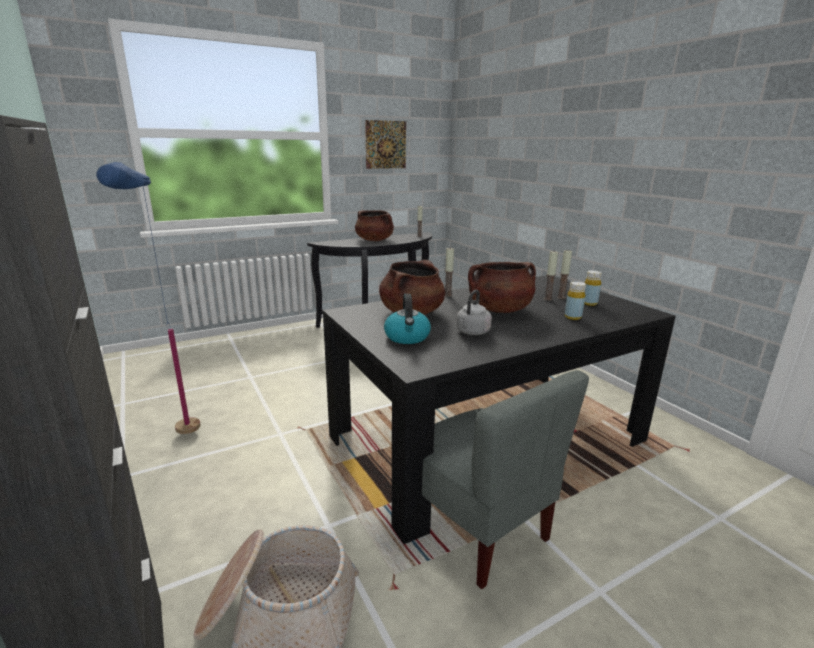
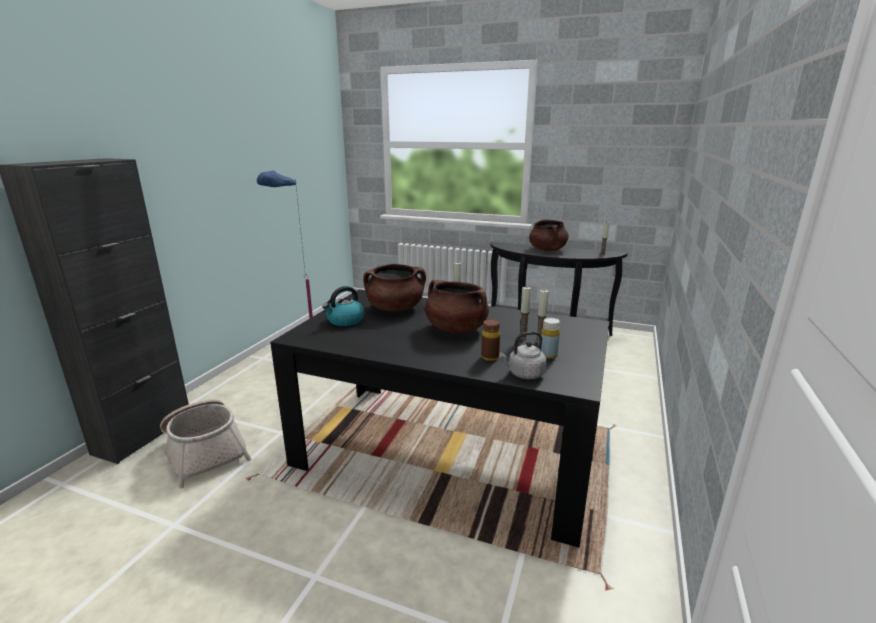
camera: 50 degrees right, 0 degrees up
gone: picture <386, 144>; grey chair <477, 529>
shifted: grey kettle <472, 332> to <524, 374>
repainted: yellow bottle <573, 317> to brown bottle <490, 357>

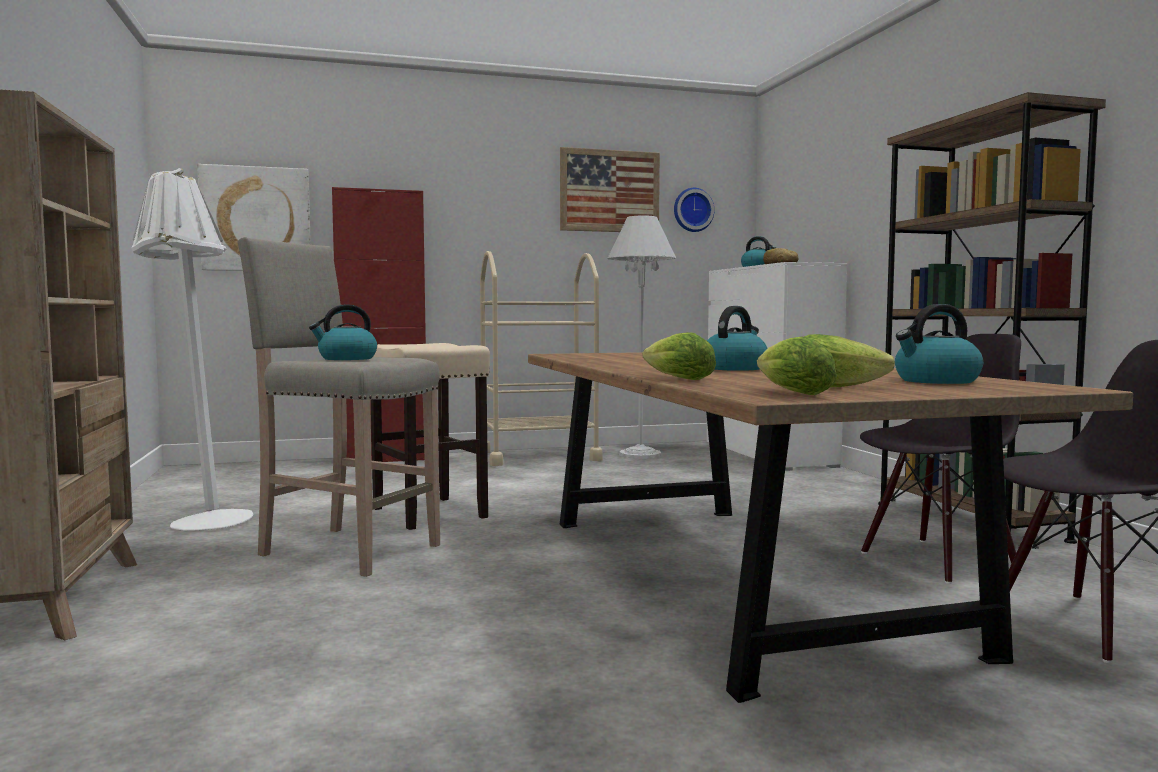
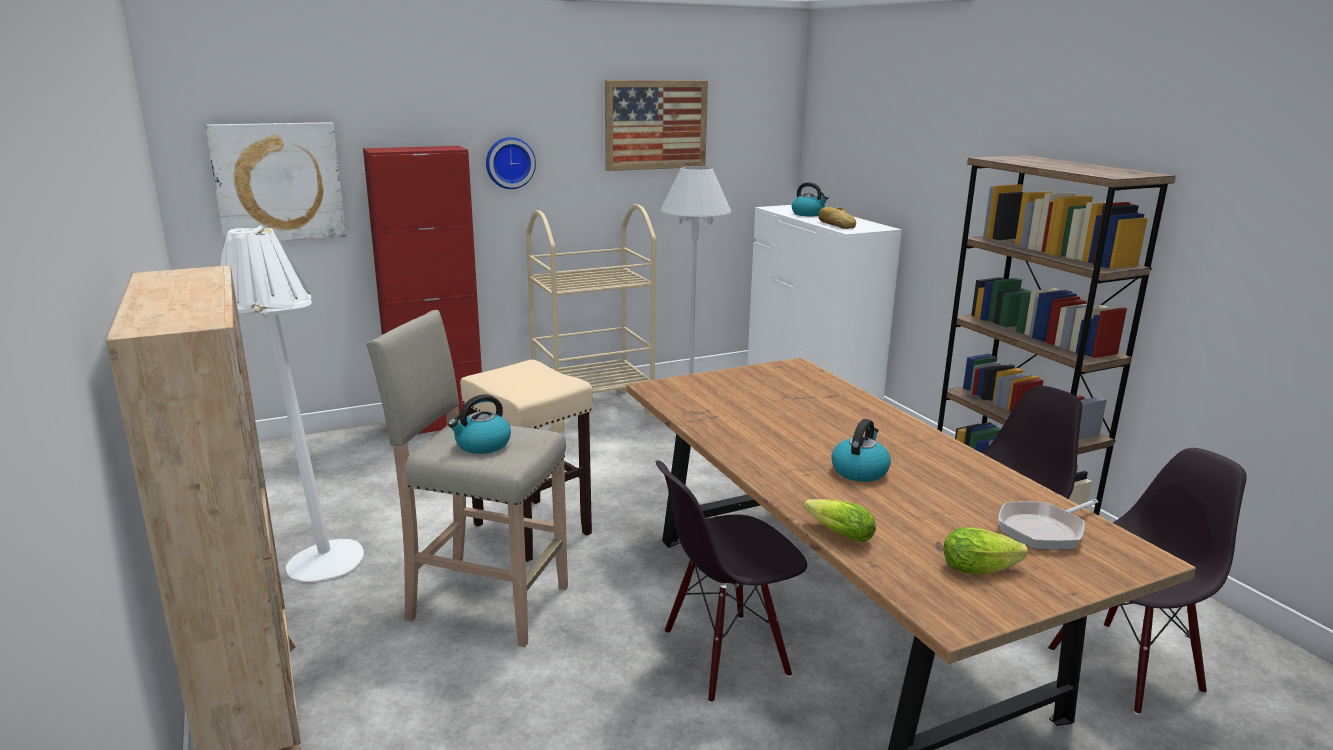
camera: 10 degrees left, 15 degrees up
gone: lettuce <789, 392>
new: black chair <725, 655>
shifted: wall clock <692, 210> to <509, 162>
swapped: kettle <936, 381> to frying pan <1044, 530>

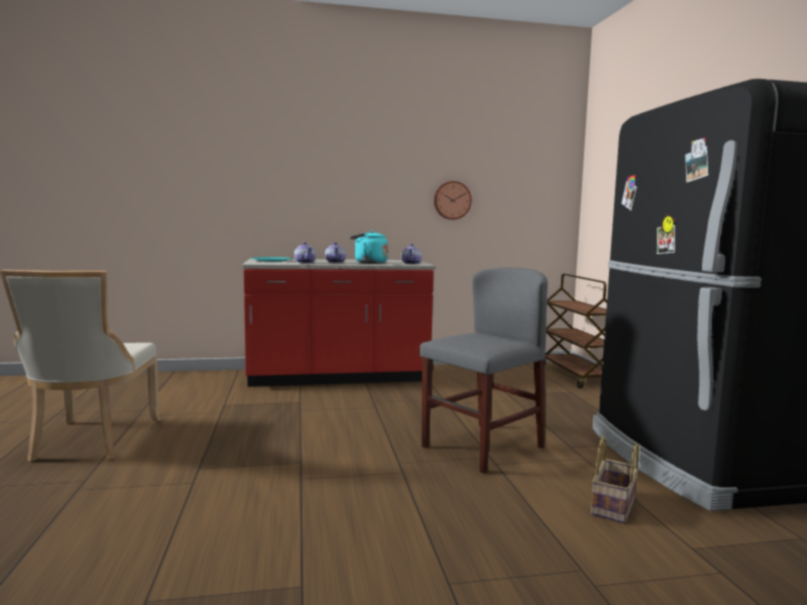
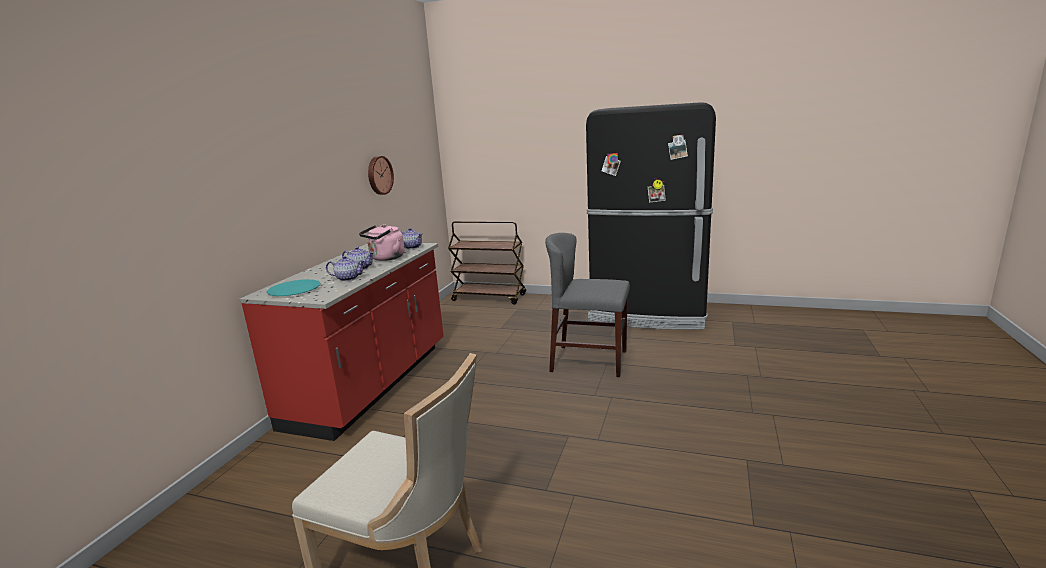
camera: 60 degrees left, 10 degrees up
gone: basket <614, 507>
repainted: turquoise kettle <368, 263> to pink kettle <385, 258>
rotated: grey chair <482, 447> = <589, 361> 60 degrees counterclockwise

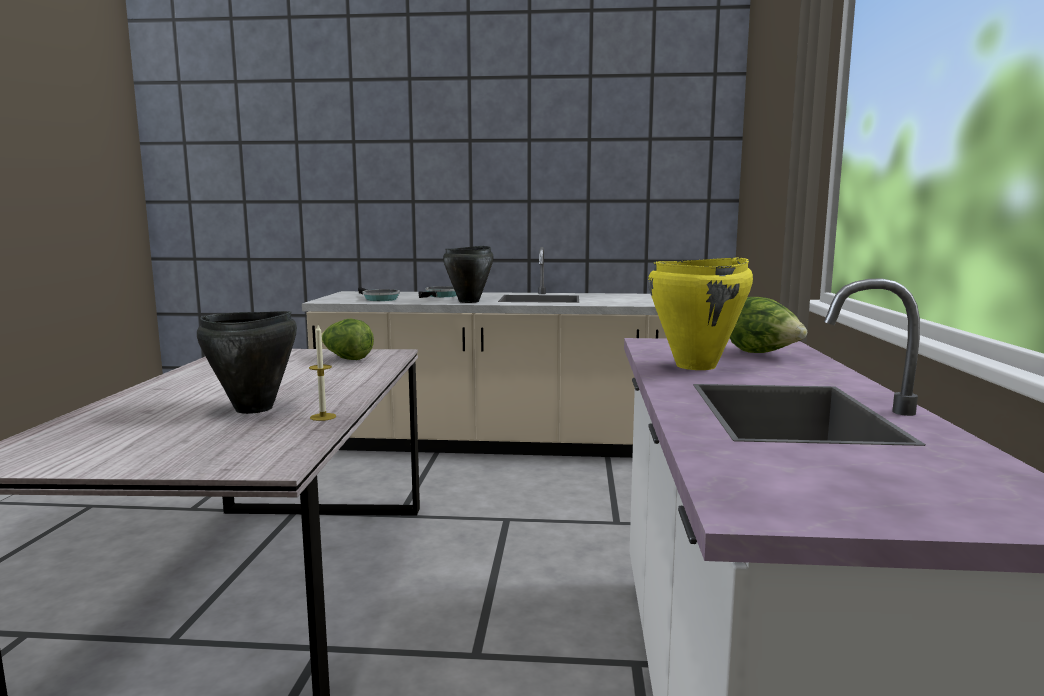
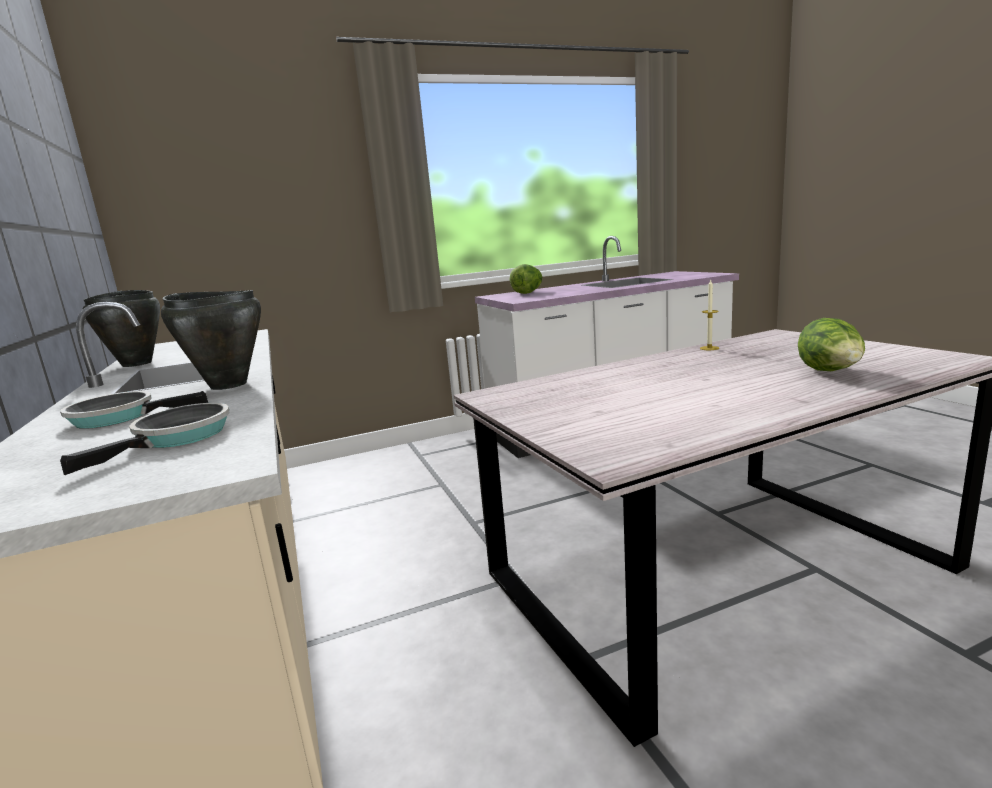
camera: 115 degrees left, 5 degrees up
gone: yellow cooking pot <697, 366>
shifted: black cooking pot <254, 409> to <137, 363>; lettuce <346, 359> to <830, 372>

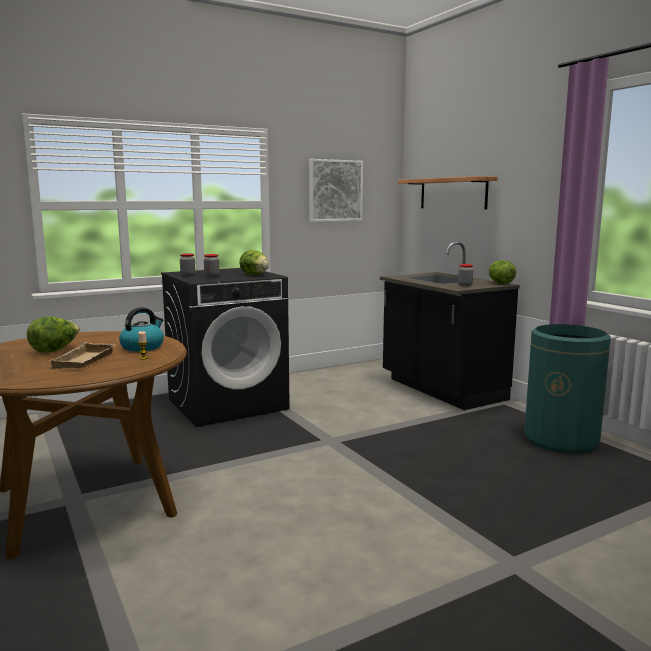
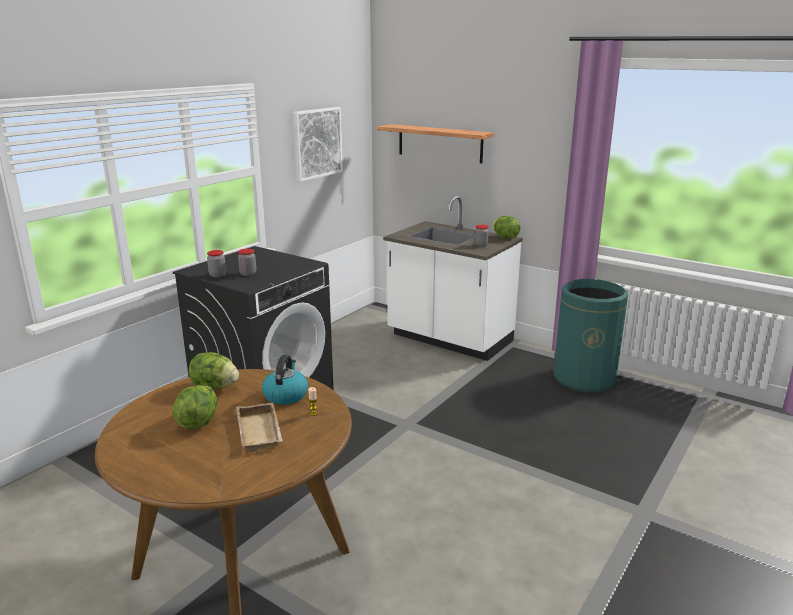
camera: 25 degrees left, 10 degrees up
shifted: lettuce <254, 275> to <215, 387>
repainted: black counter <441, 390> to white counter <449, 339>

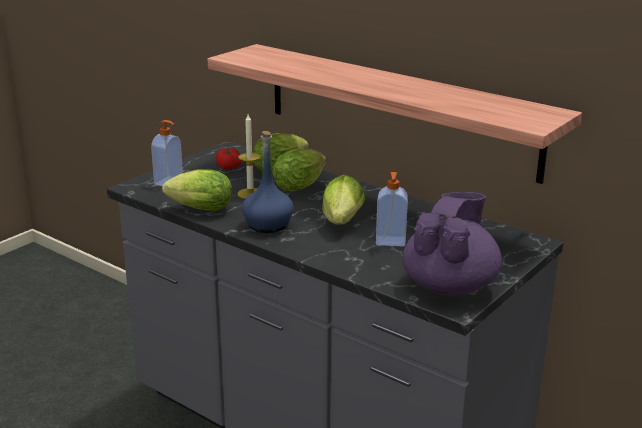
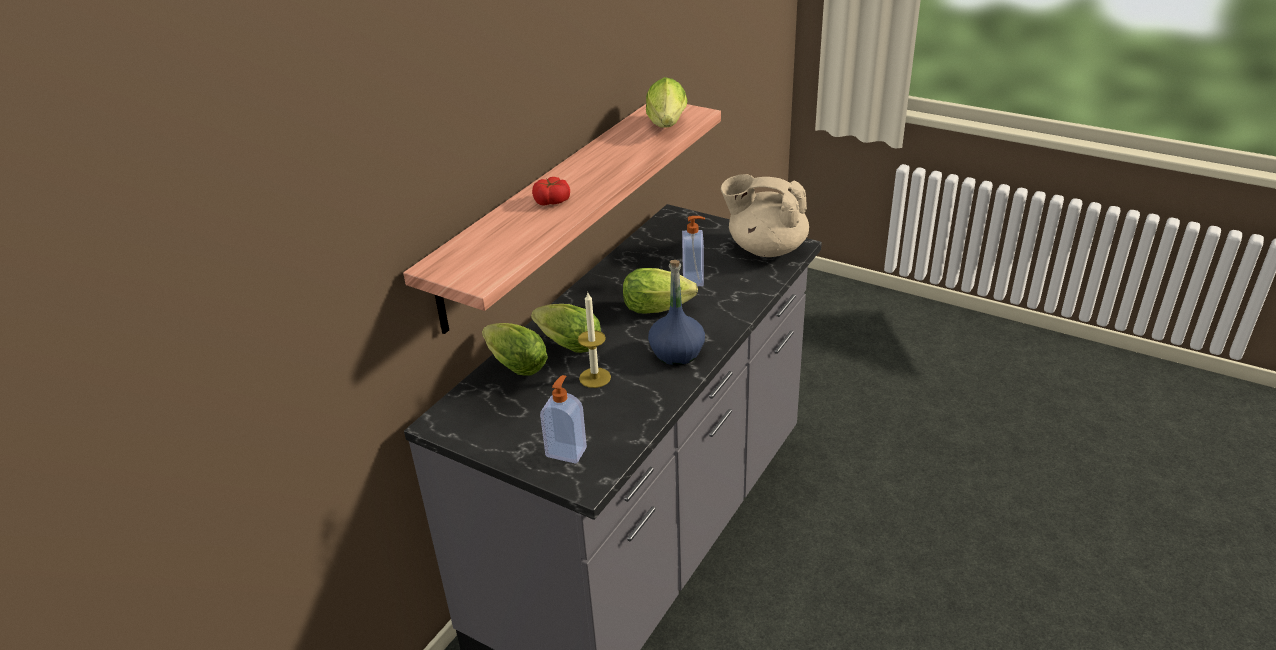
camera: 95 degrees left, 10 degrees up
shifted: tomato <228, 166> to <552, 201>; lettuce <197, 209> to <667, 127>
repainted: purple teapot <450, 285> to beige teapot <765, 248>

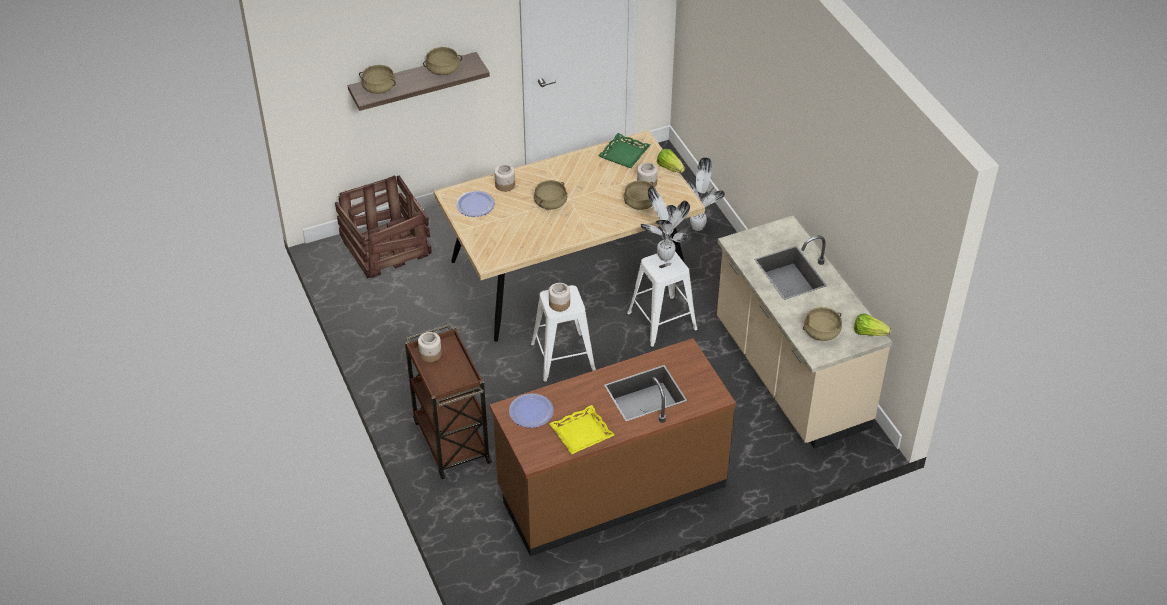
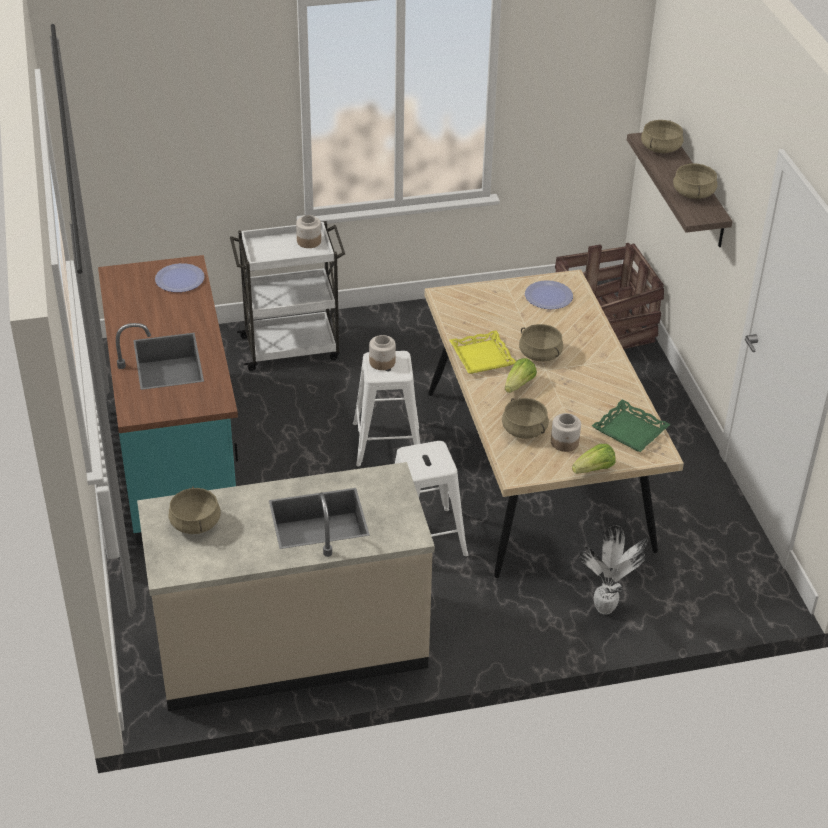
camera: 100 degrees right, 5 degrees down
gone: jar <505, 185>; potted plant <664, 256>
shifted: lettuce <869, 332> to <519, 385>; yellow tray <581, 434> to <481, 357>
repainted: brown cart <451, 440> to white cart <292, 347>; brown counter <611, 488> to turquoise counter <177, 453>

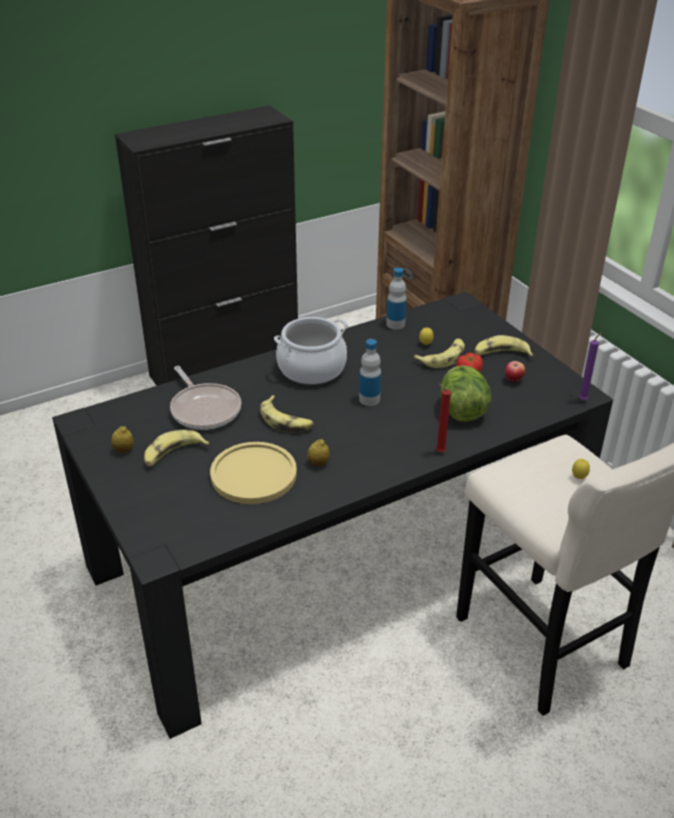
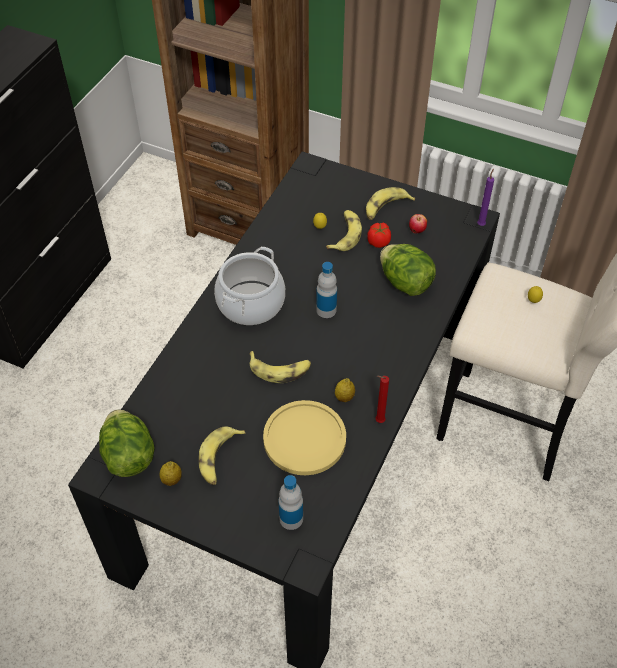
camera: 35 degrees left, 15 degrees up
gone: frying pan <204, 409>
new: lettuce <129, 456>
shifted: bottle <395, 324> to <291, 518>; red candle <439, 451> to <378, 421>

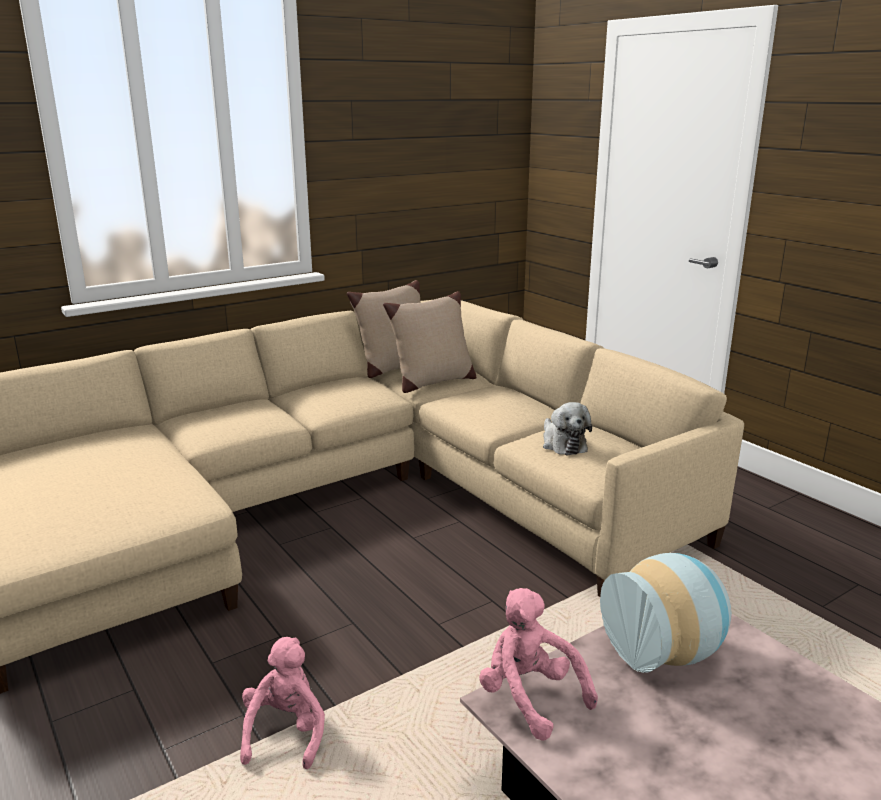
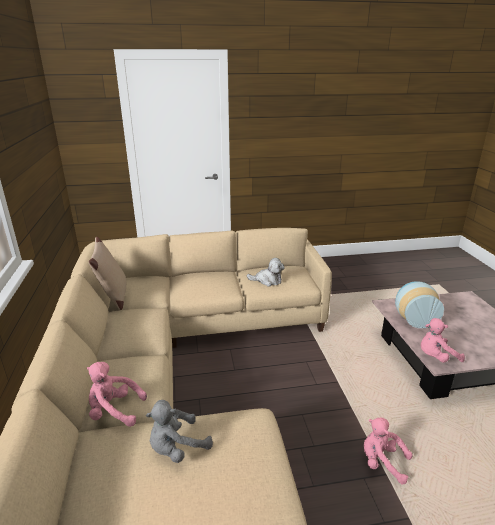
camera: 65 degrees left, 5 degrees up
gone: beige pillow <432, 382>
new: pink plush toy <114, 411>; grey plush toy <177, 448>

